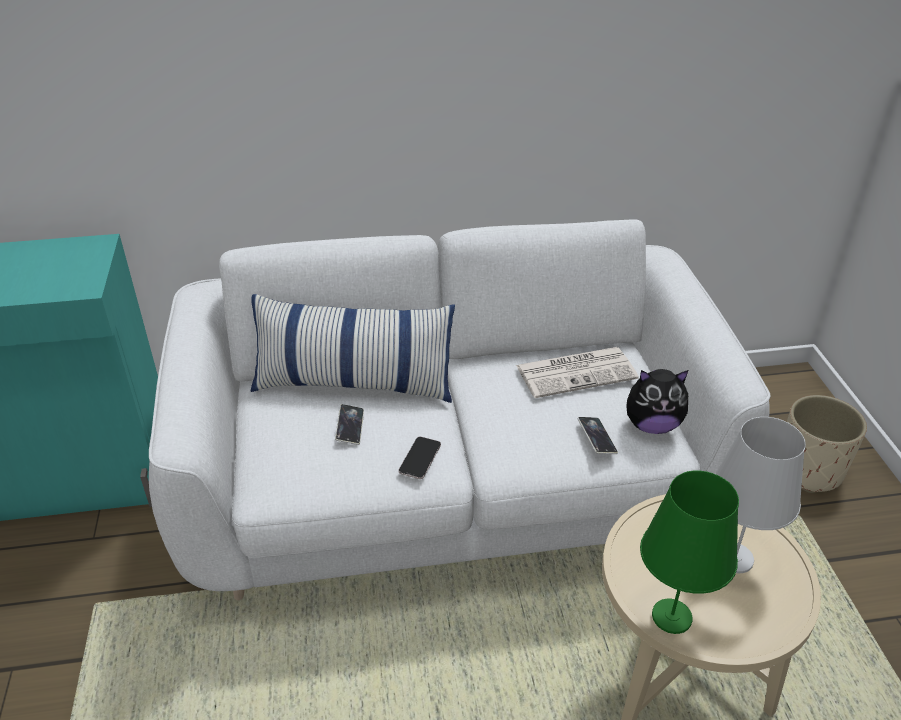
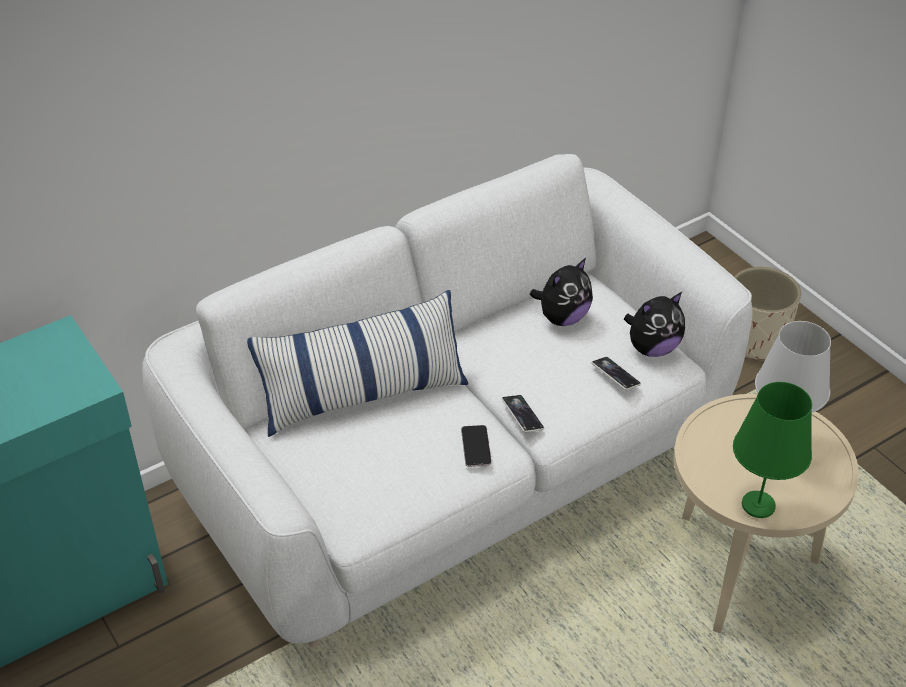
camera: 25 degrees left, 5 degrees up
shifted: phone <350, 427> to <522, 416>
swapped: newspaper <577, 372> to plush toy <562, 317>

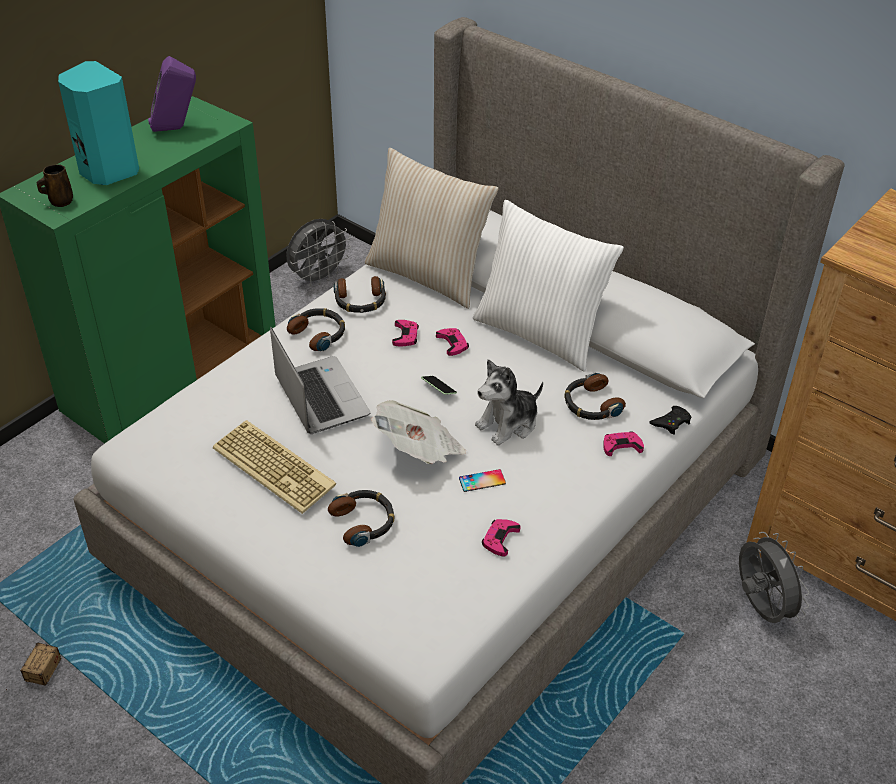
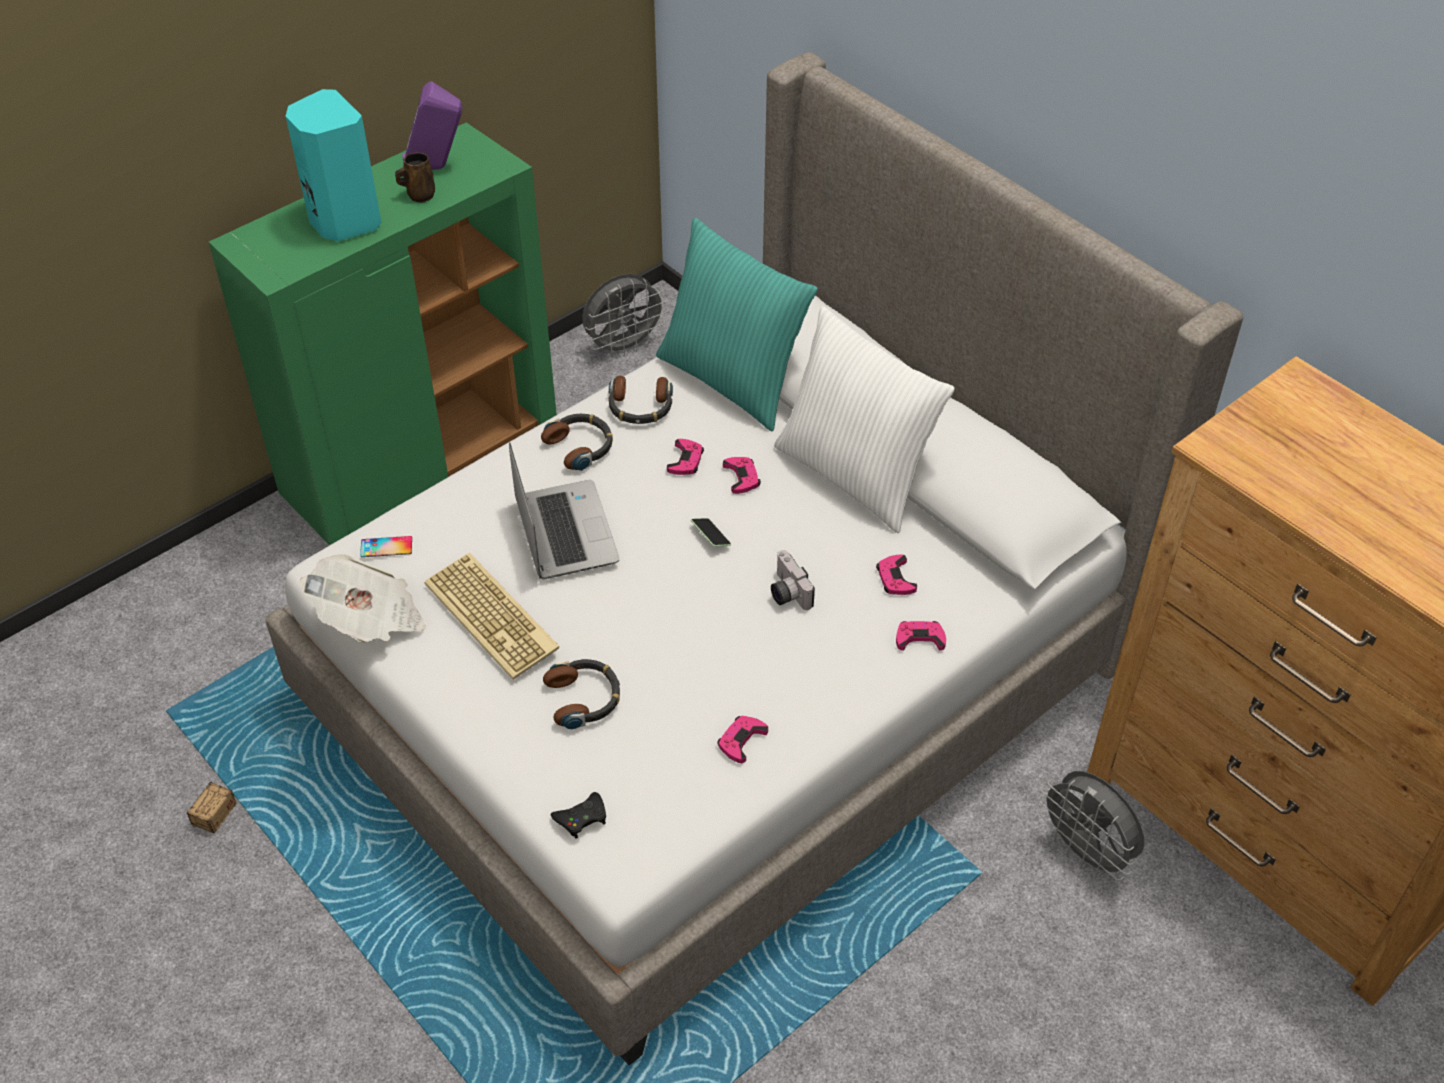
camera: 10 degrees right, 5 degrees up
shifted: brown mug <60, 201> to <419, 195>; newspaper <419, 450> to <370, 619>; black game controller <671, 422> to <581, 818>; phone <482, 481> to <386, 547>
swapped: plush toy <508, 424> to photo camera <786, 592>; headphones <591, 404> to pink game controller <895, 578>
repainted: beige pillow <428, 275> to turquoise pillow <732, 380>
rotated: grey fan <759, 608> = <1086, 853> 150 degrees clockwise

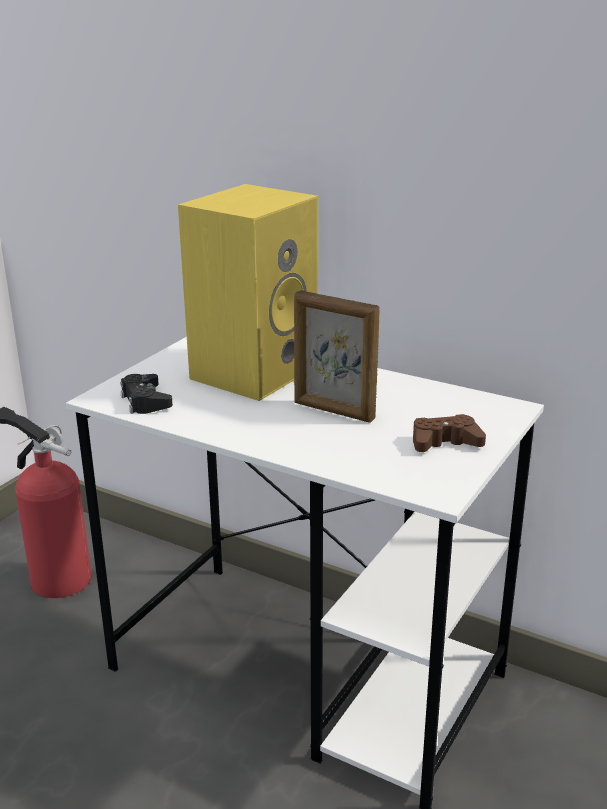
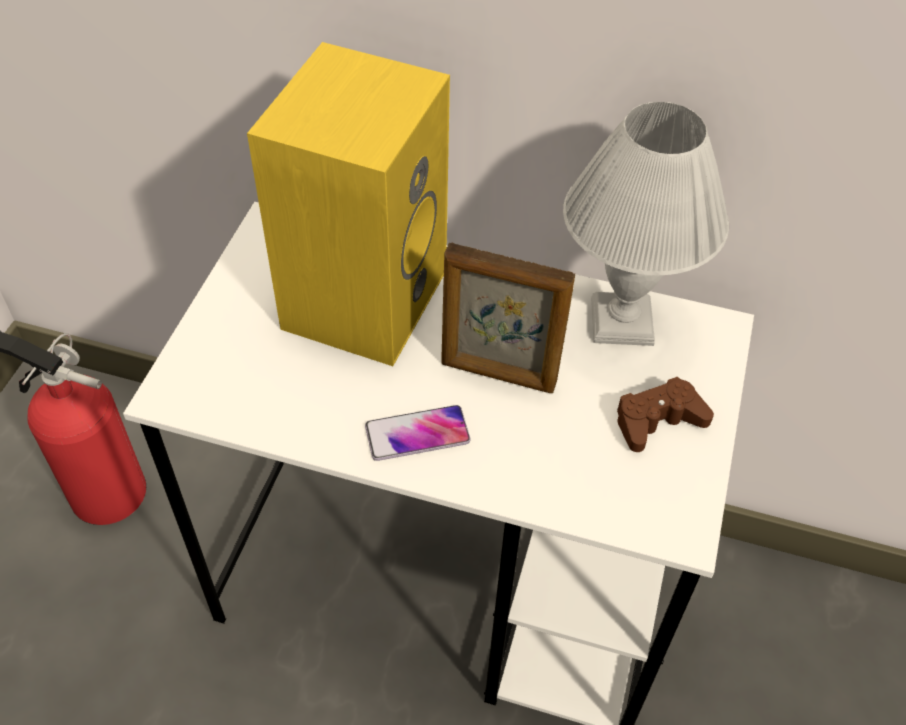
camera: 15 degrees left, 25 degrees up
gone: black game controller <145, 401>
new: white table lamp <623, 321>; phone <417, 434>

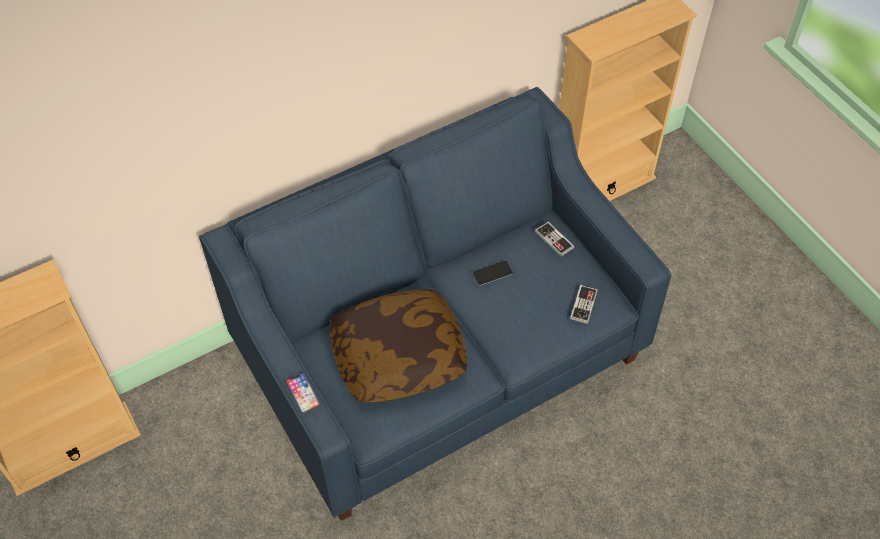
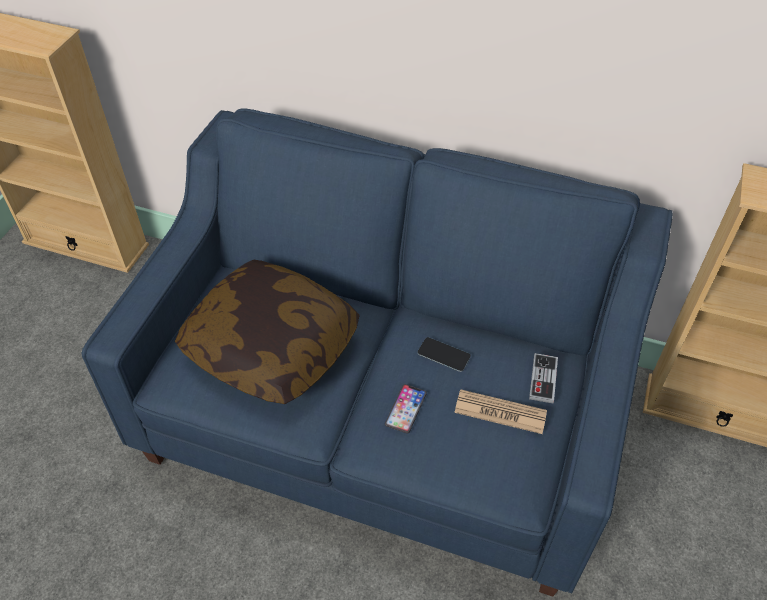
camera: 50 degrees right, 5 degrees down
gone: game controller <583, 305>
new: newspaper <500, 412>
shifted: phone <303, 393> to <406, 409>

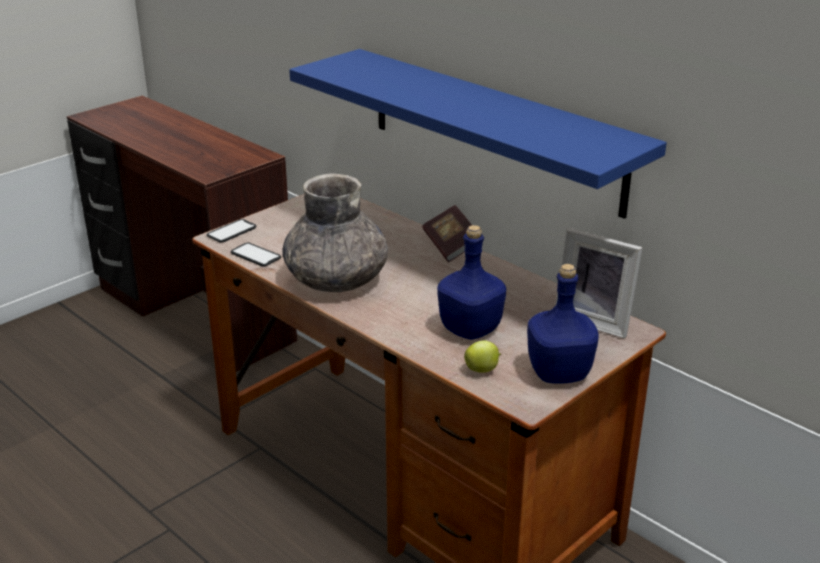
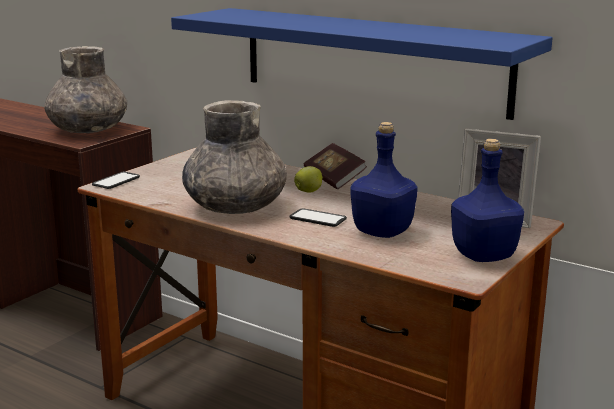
camera: 10 degrees left, 10 degrees down
new: grey vase <89, 130>
shifted: phone <255, 255> to <318, 218>; apple <482, 370> to <309, 191>

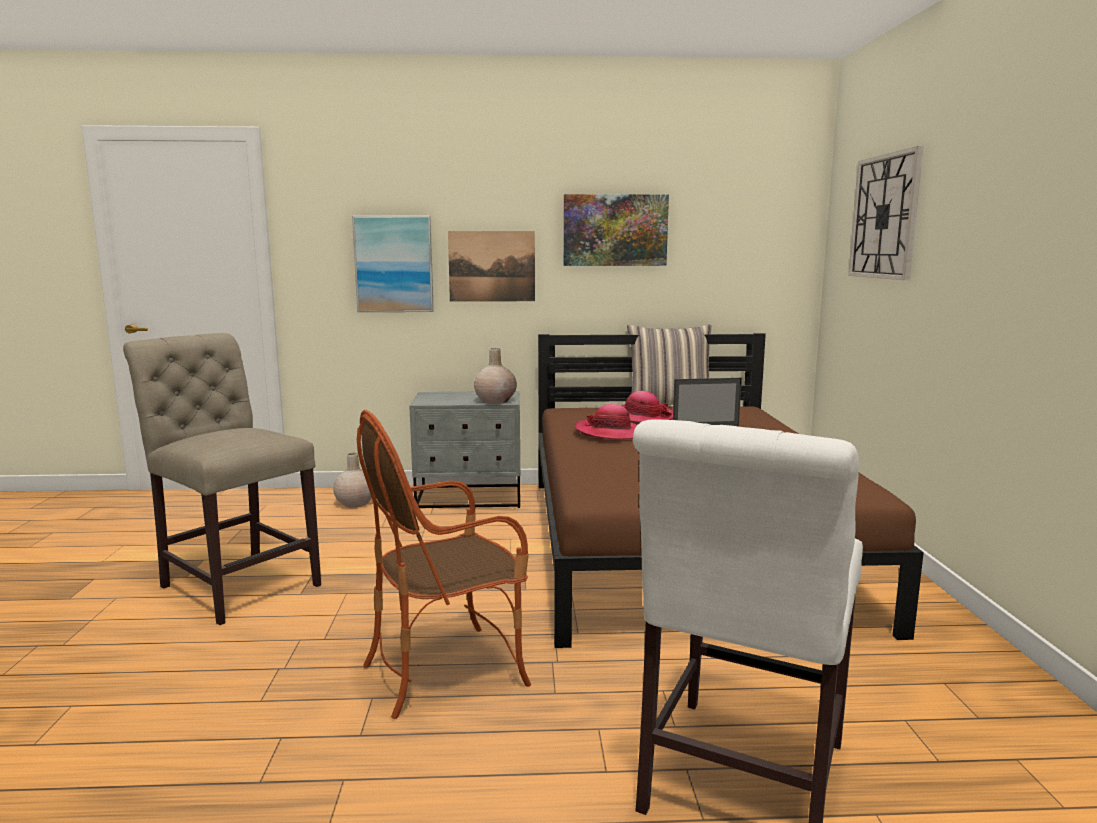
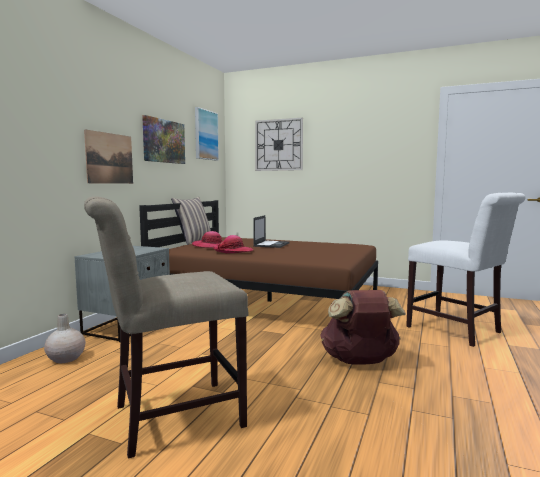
camera: 65 degrees left, 5 degrees down
gone: beige vase <495, 401>
shifted: picture <394, 264> to <205, 135>
swapped: armchair <446, 671> to brown backpack <360, 362>

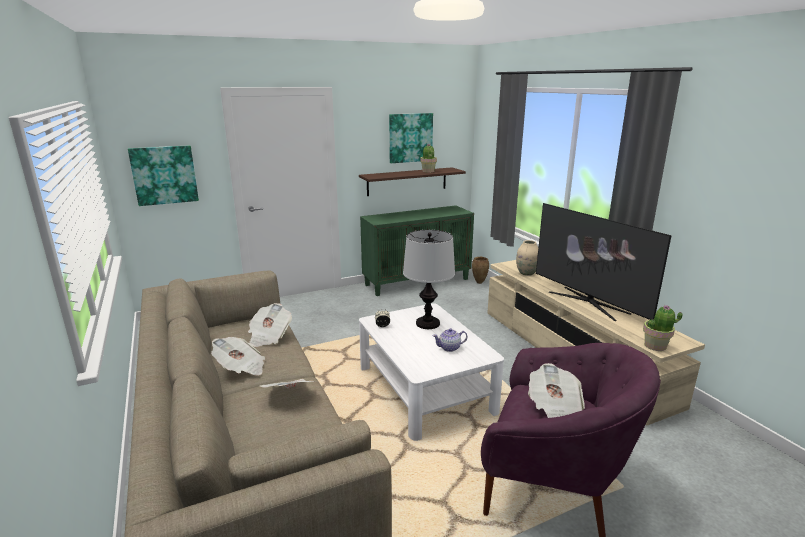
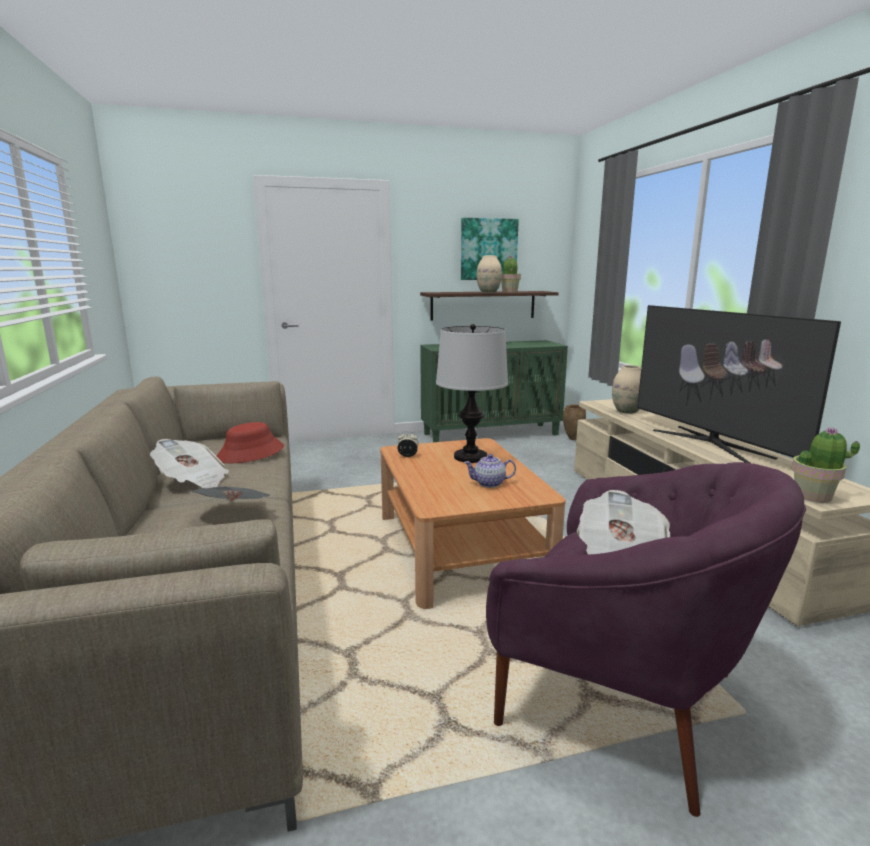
camera: 10 degrees right, 5 degrees down
gone: picture <164, 175>
new: beige vase <488, 292>
swapped: newspaper <269, 336> to red hat <251, 453>
repainted: white coffee table <424, 389> to brown coffee table <459, 548>

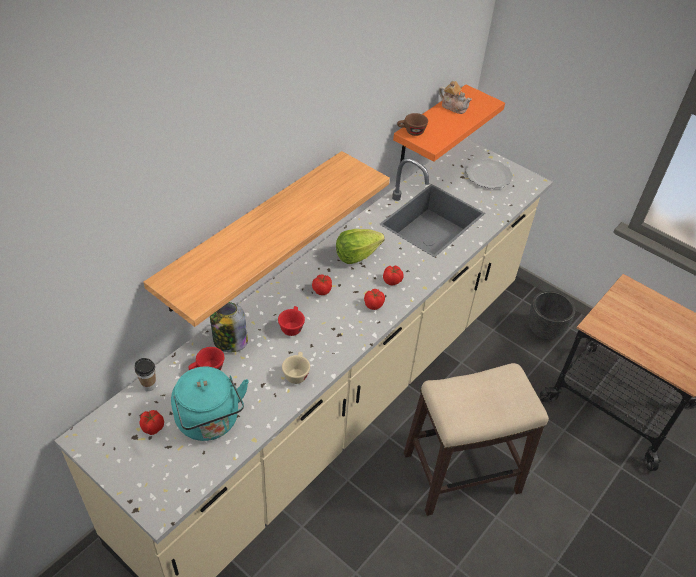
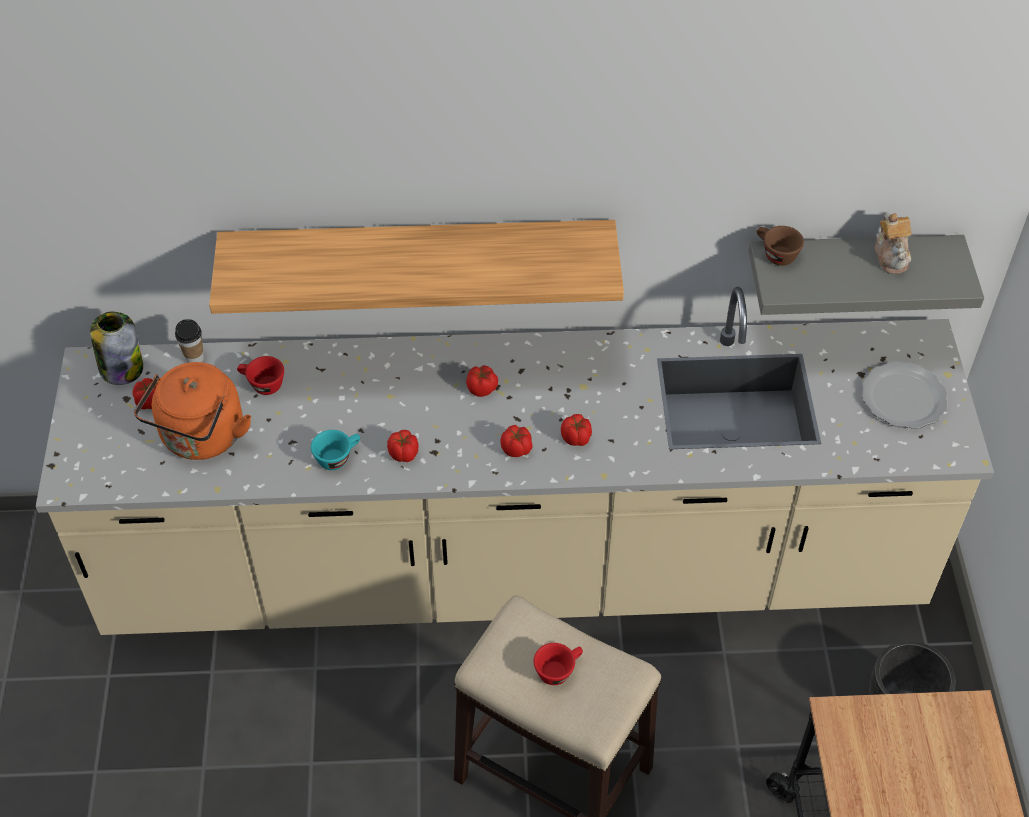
camera: 50 degrees right, 5 degrees up
gone: lettuce <356, 255>
new: tomato <404, 454>
shifted: jar <229, 341> to <121, 367>; red cup <291, 326> to <558, 669>
repainted: orange shelf <428, 126> to grey shelf <850, 265>; beige cup <296, 373> to turquoise cup <338, 457>; turquoise kettle <210, 422> to orange kettle <201, 438>

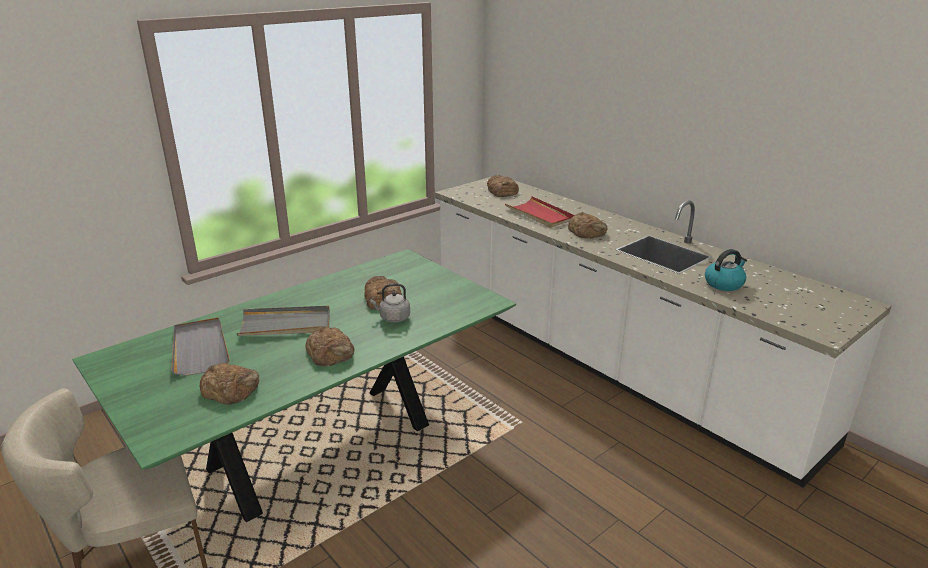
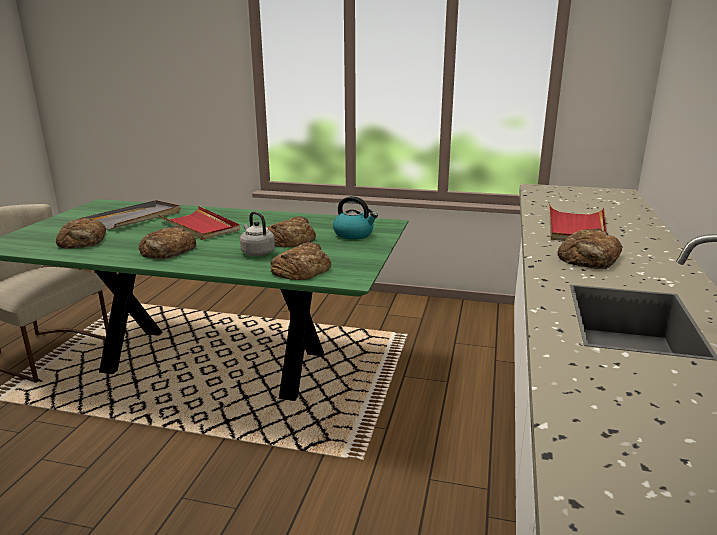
camera: 55 degrees right, 5 degrees down
shifted: bread <502, 191> to <301, 269>; kettle <724, 283> to <354, 234>
repainted: grey tray <286, 325> to red tray <200, 226>

